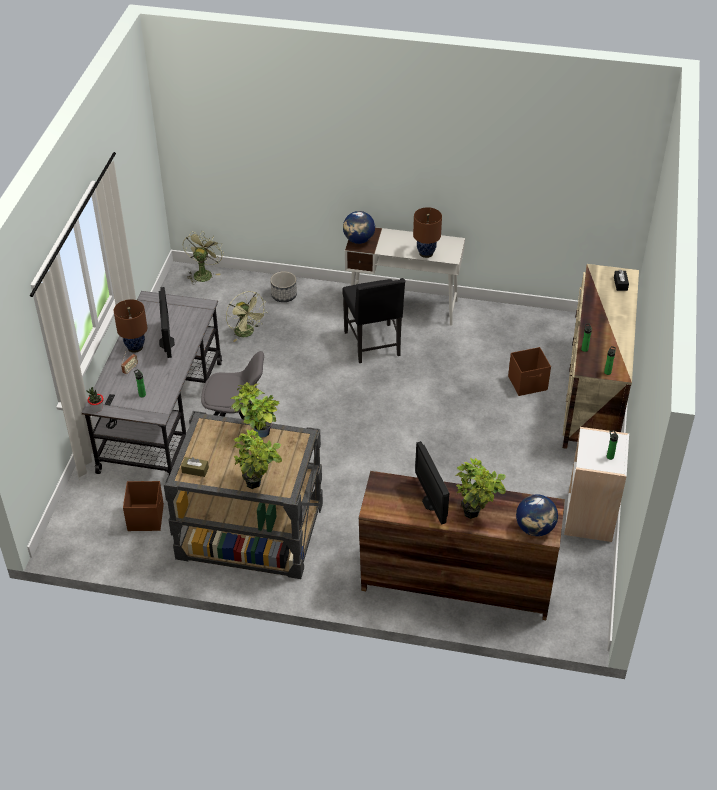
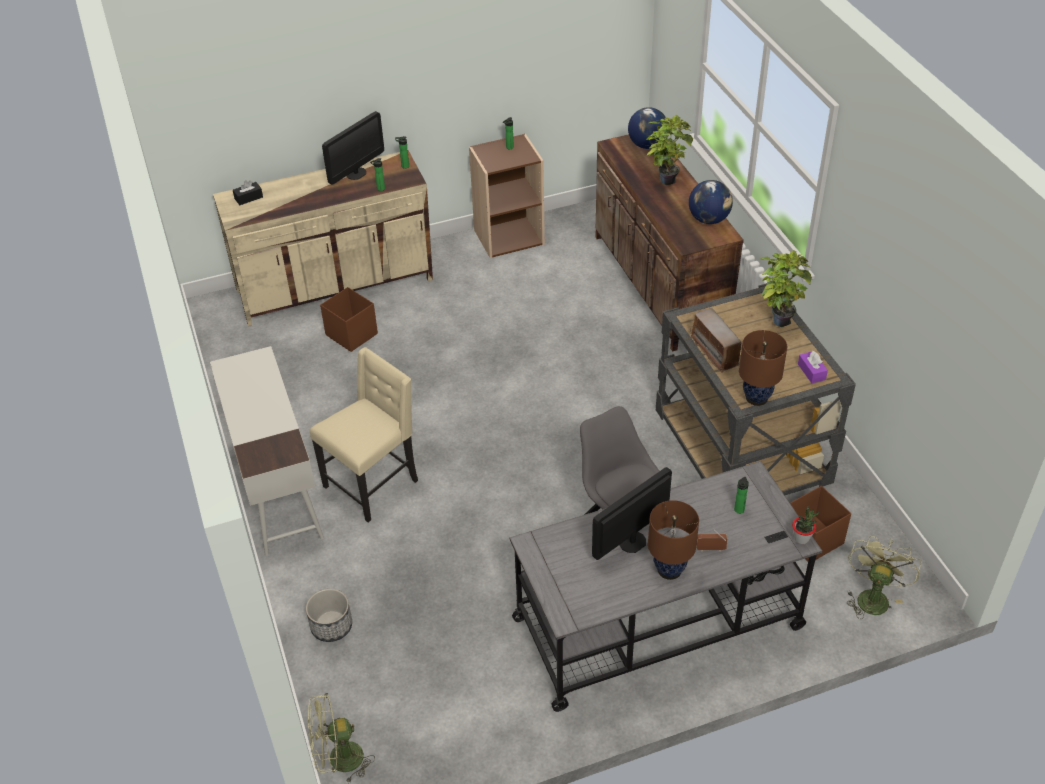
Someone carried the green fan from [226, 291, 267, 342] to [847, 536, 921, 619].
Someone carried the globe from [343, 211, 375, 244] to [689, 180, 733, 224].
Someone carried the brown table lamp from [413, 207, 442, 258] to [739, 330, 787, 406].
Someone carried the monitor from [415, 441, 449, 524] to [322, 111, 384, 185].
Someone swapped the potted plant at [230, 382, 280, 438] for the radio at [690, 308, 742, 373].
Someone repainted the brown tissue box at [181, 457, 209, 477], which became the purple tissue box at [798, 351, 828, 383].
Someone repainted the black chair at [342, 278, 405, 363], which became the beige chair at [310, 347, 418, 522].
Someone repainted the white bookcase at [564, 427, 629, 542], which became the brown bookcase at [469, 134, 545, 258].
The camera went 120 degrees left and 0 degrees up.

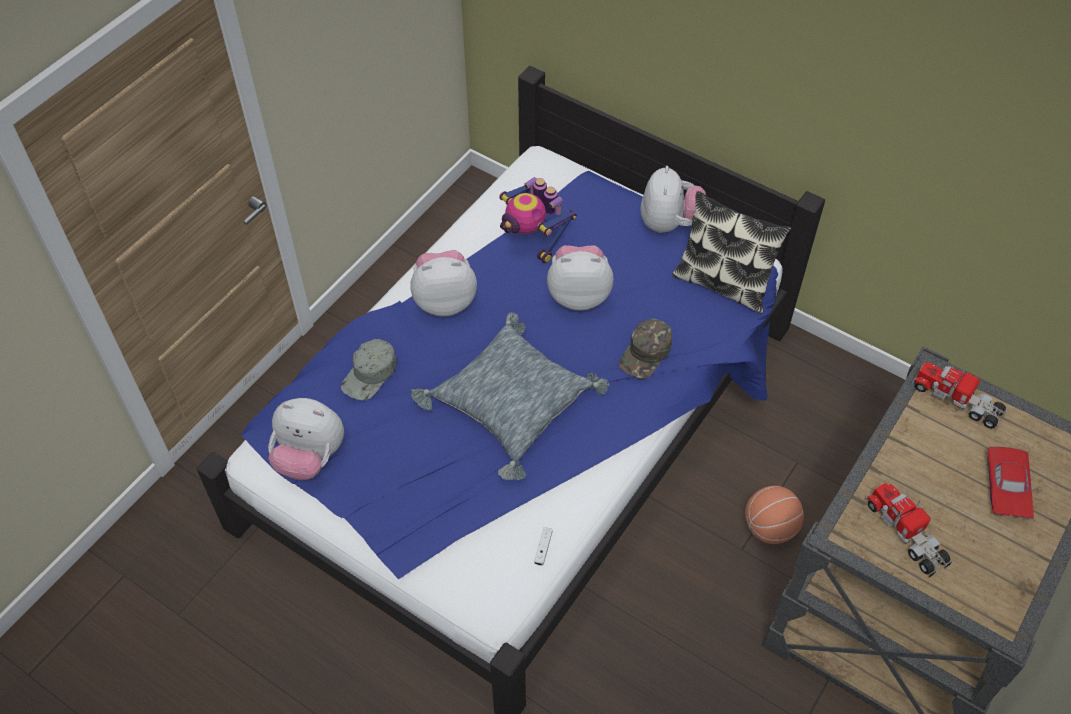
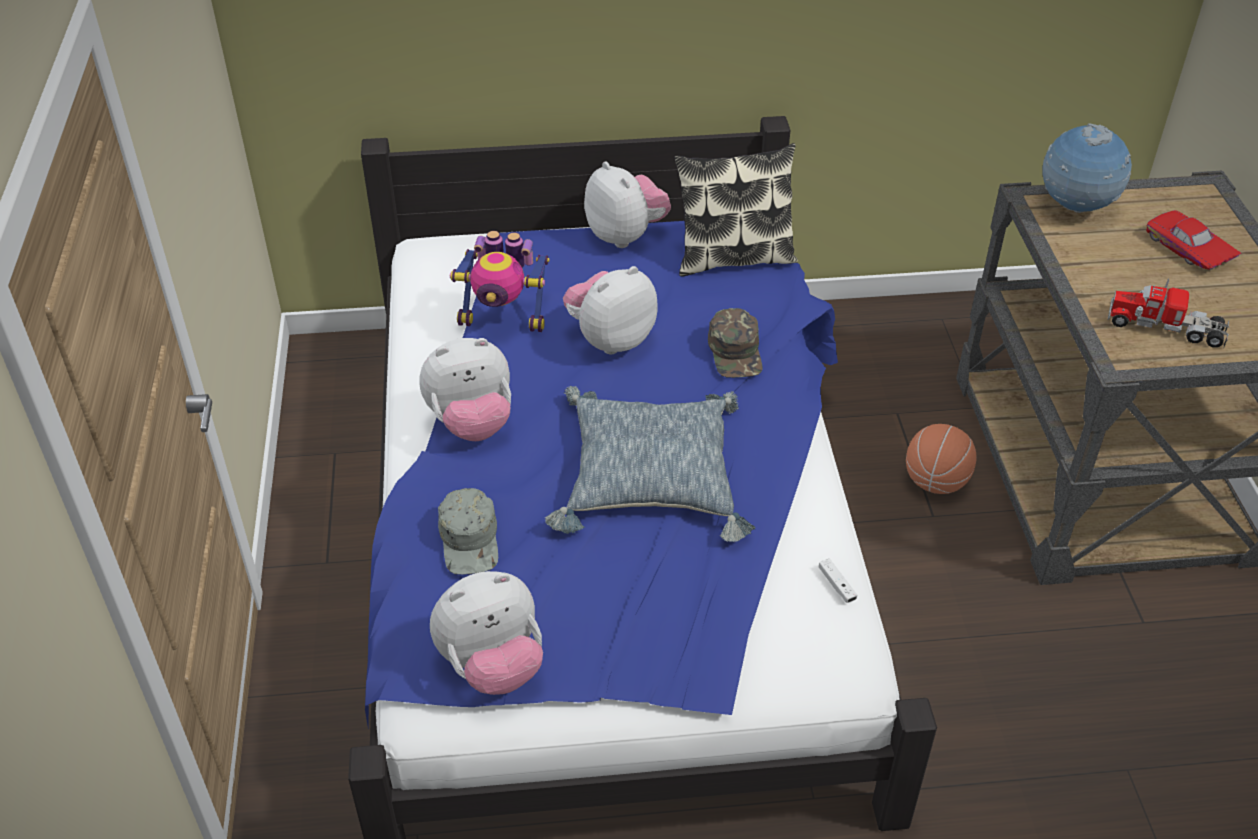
Someone swapped the toy truck at [912, 362, 1009, 429] for the globe at [1042, 123, 1132, 213].
Someone rotated the plush toy at [410, 250, 477, 317] by 150 degrees counterclockwise.
The camera went 40 degrees left and 10 degrees down.

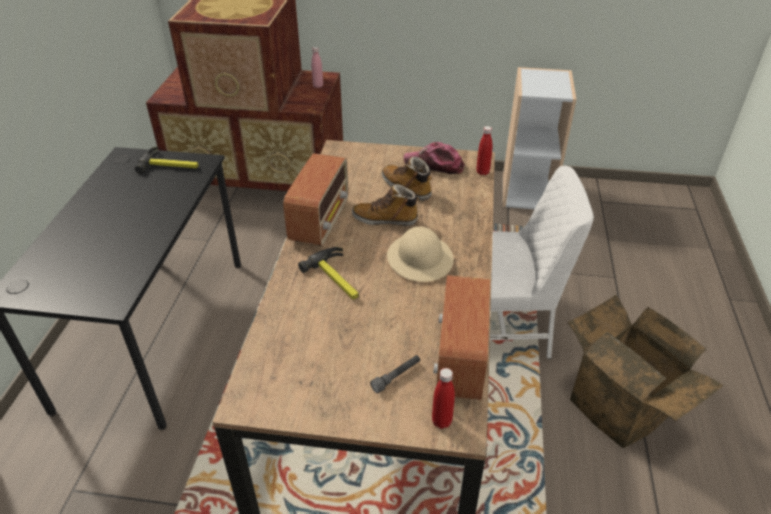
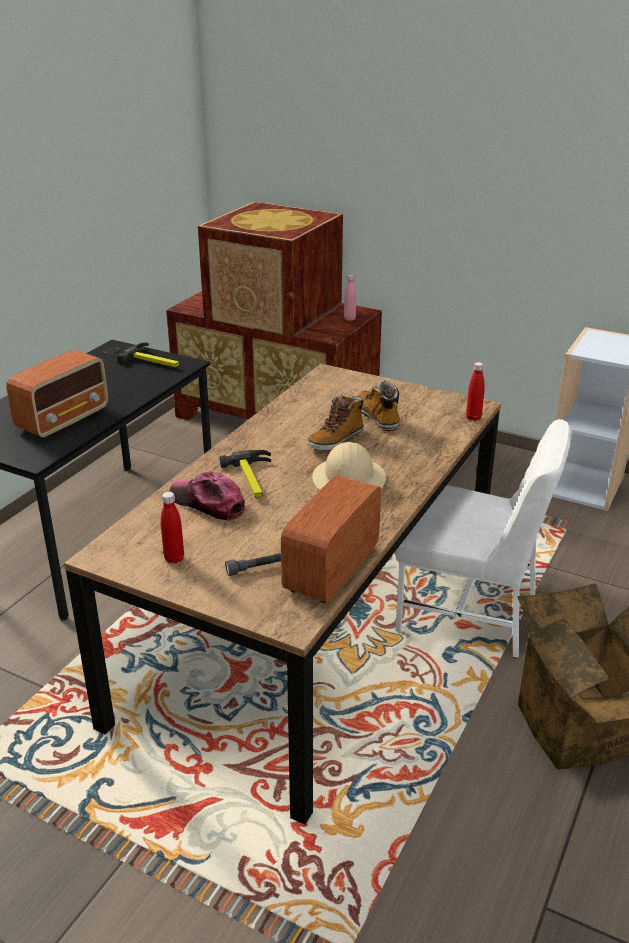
Someone carried the radio from [283, 153, 348, 246] to [6, 350, 108, 439].
Someone carried the cap from [404, 142, 464, 174] to [169, 471, 245, 521].
Someone carried the red bottle from [432, 368, 455, 429] to [161, 492, 184, 564].
Someone rotated the boot at [352, 184, 420, 226] by 75 degrees counterclockwise.
The camera went 20 degrees right and 10 degrees down.

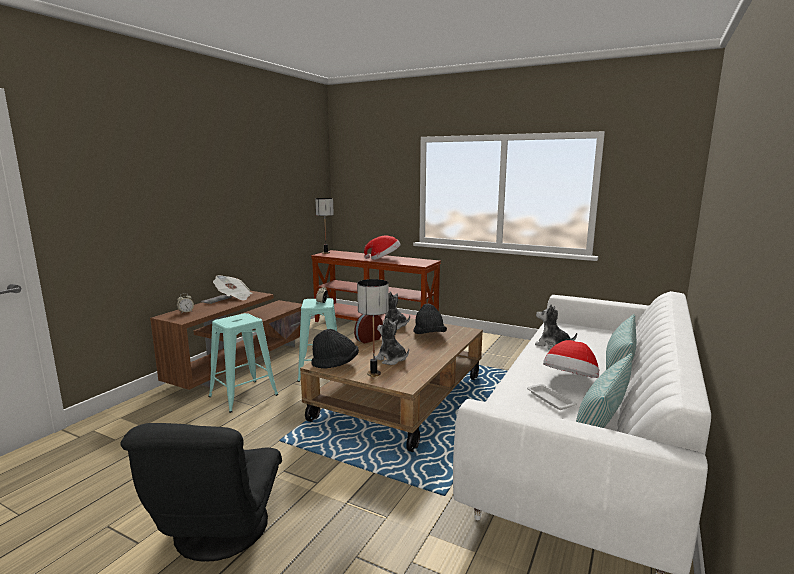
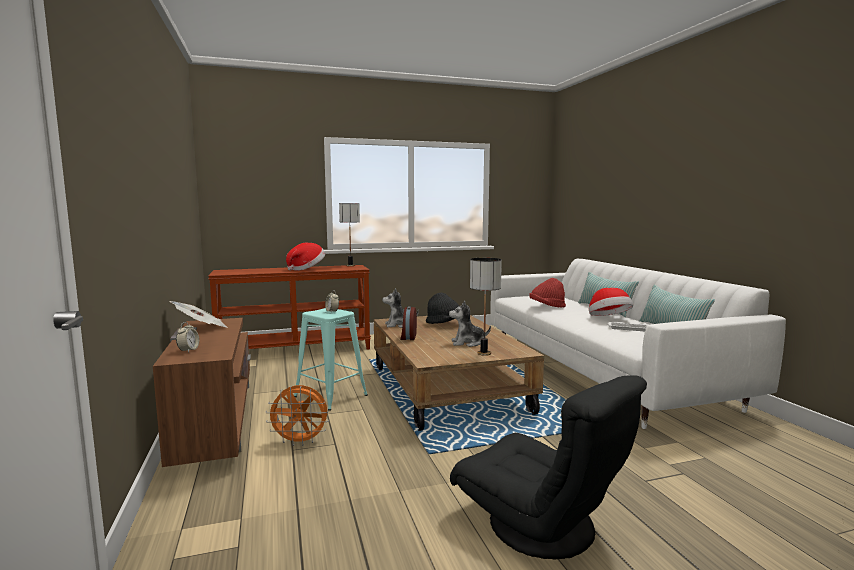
Someone took away the black hat at [311, 329, 359, 368].
Someone carried the table lamp from [315, 198, 334, 254] to [339, 203, 360, 266].
Someone swapped the turquoise stool at [209, 313, 278, 413] for the orange fan at [265, 385, 329, 446].
Someone swapped the plush toy at [535, 304, 577, 350] for the red hat at [529, 278, 566, 307].
The camera went 45 degrees left and 5 degrees down.

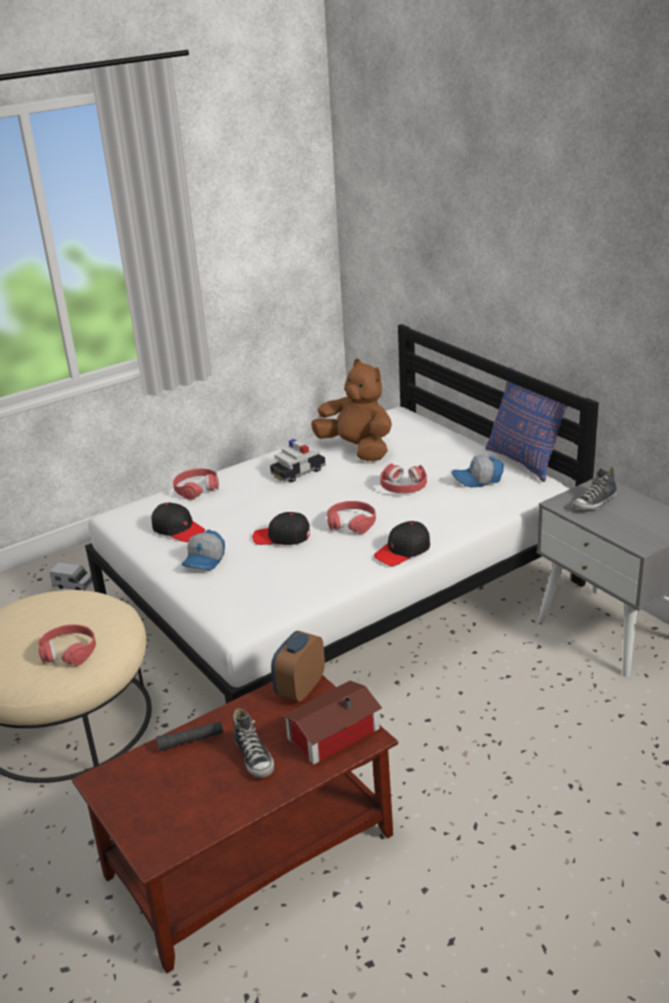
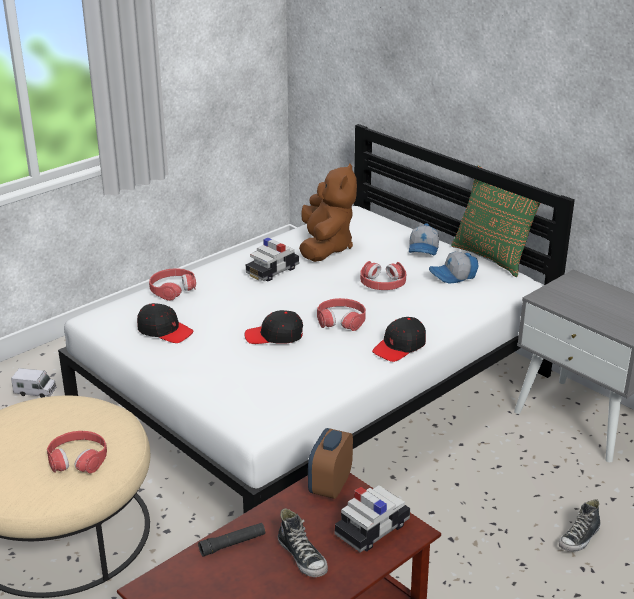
Someone carried the cap from [182, 530, 225, 570] to [409, 223, 439, 255].
Someone carried the shoe from [572, 467, 617, 510] to [559, 499, 601, 552].
Someone swapped the toy house at [281, 681, 382, 765] for the toy car at [335, 485, 410, 553].
Someone repainted the blue pillow at [485, 366, 567, 482], which became the green pillow at [451, 166, 540, 277].
Someone rotated the brown plush toy at [311, 359, 392, 461] by 60 degrees clockwise.
The camera went 10 degrees left and 0 degrees up.

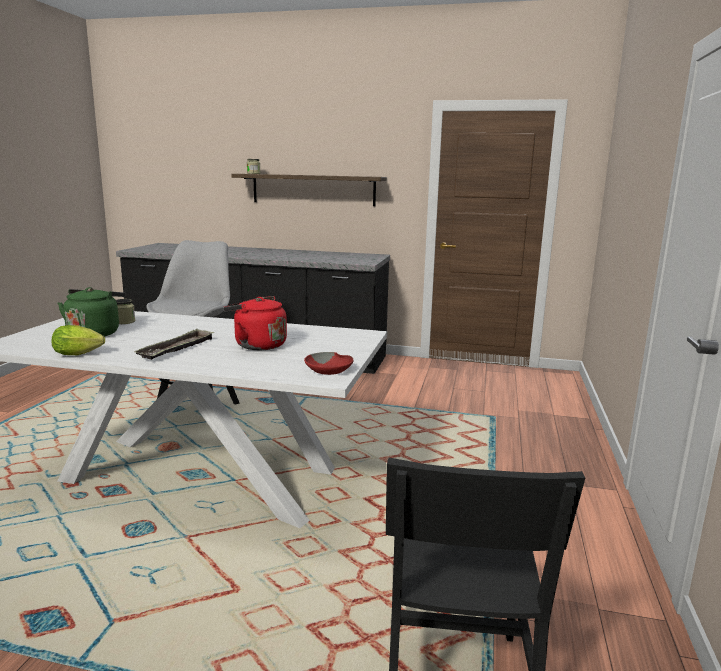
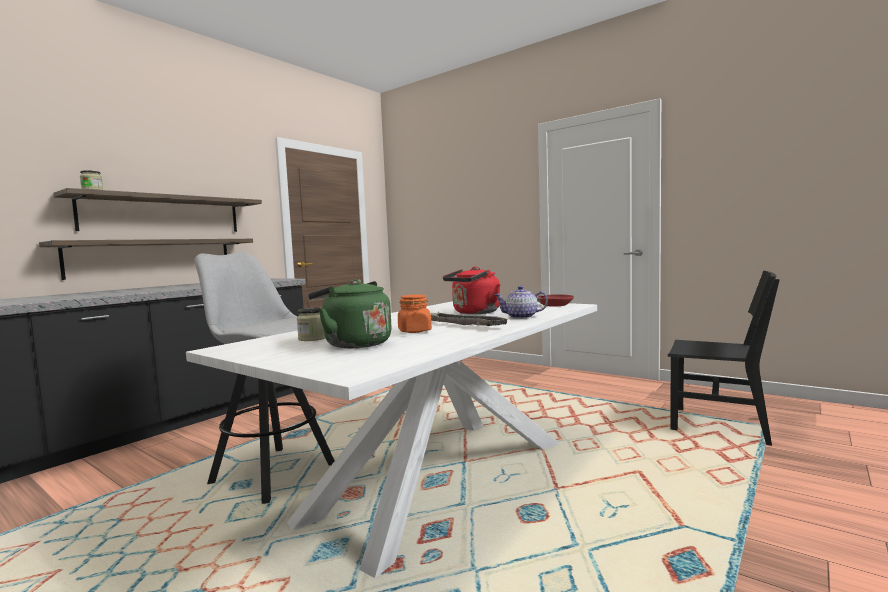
Someone took away the lettuce at [51, 325, 105, 355].
Someone put up the shelf at [39, 239, 253, 280].
Someone put down the orange jar at [398, 294, 432, 333].
Someone put down the teapot at [495, 286, 548, 319].
The camera went 65 degrees left and 10 degrees down.

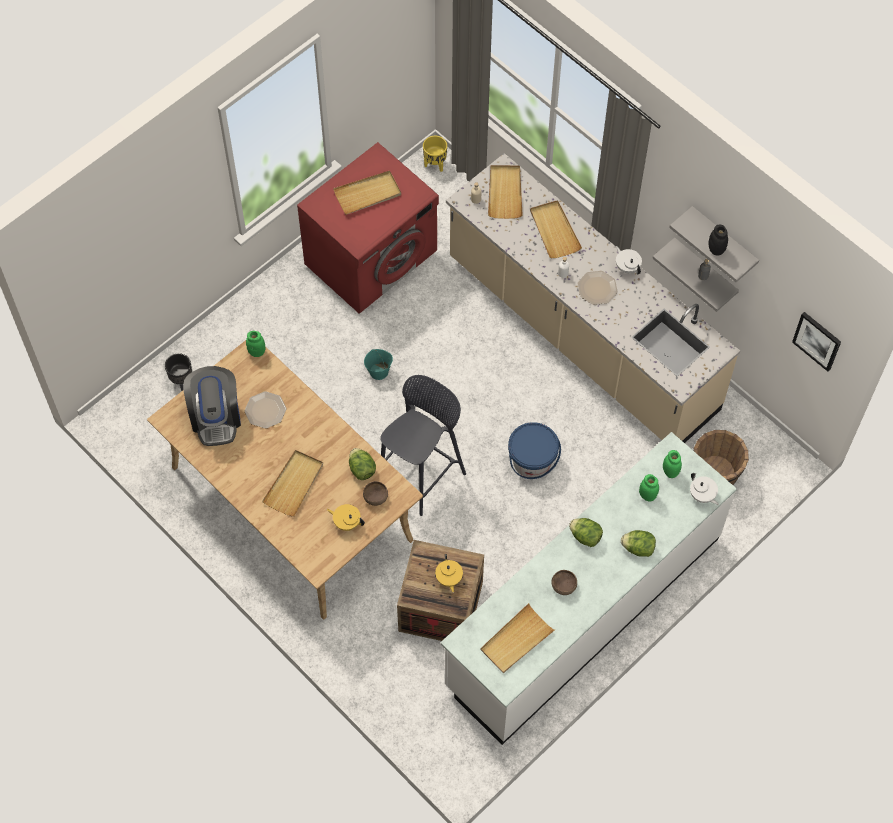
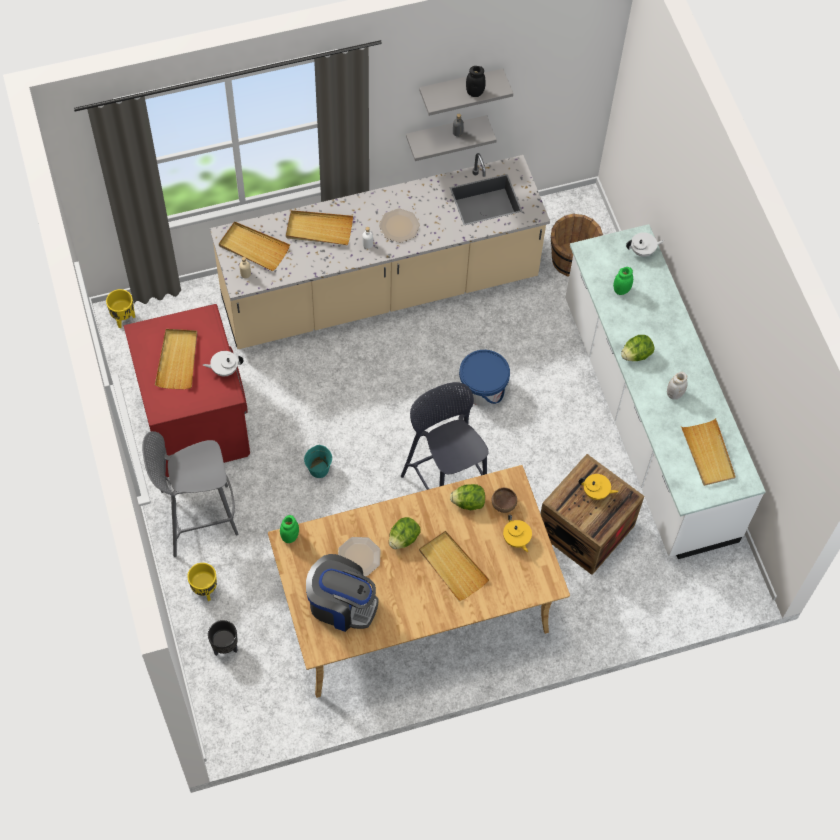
Someone took away the green jar at [663, 450, 682, 478].
Someone took away the picture at [792, 312, 841, 371].
Someone put down the grey stool at [142, 431, 238, 557].
Someone put down the yellow planter at [187, 563, 217, 601].
Someone carried the white teapot from [616, 246, 642, 274] to [203, 351, 244, 376].
Someone carried the lettuce from [621, 530, 656, 557] to [389, 517, 421, 549].
Someone swapped the brown bowl at [551, 570, 577, 595] for the white jar at [667, 372, 688, 400].
Someone rotated the yellow teapot at [327, 504, 365, 531] by 75 degrees counterclockwise.
The camera went 65 degrees left and 0 degrees up.

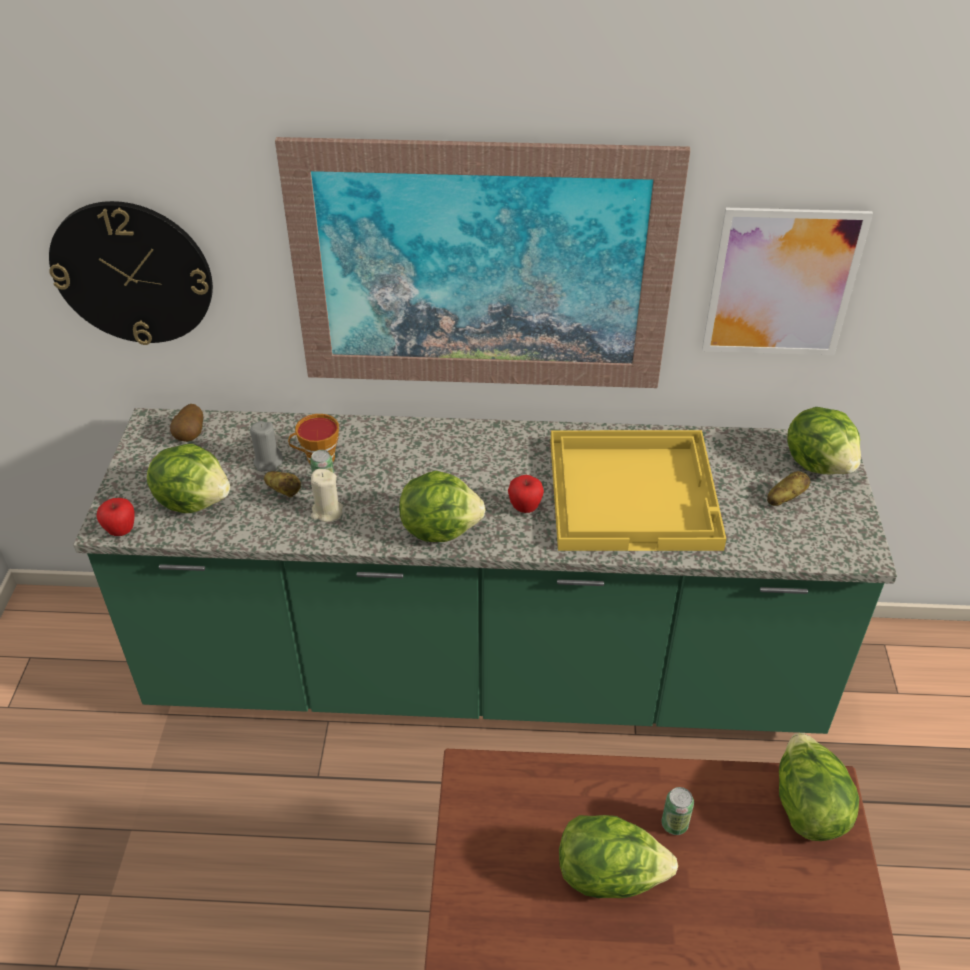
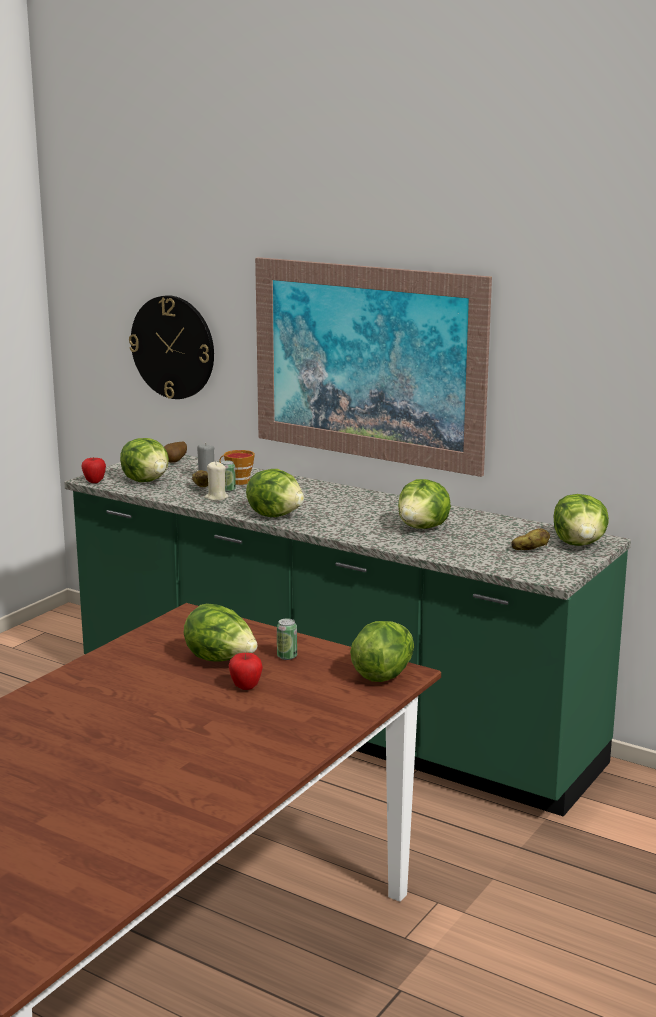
Someone took away the picture at [702, 208, 873, 355].
Someone carried the apple from [508, 475, 544, 513] to [228, 653, 263, 690].
Someone swapped the yellow tray at [550, 430, 726, 551] for the lettuce at [398, 479, 451, 529].
The camera went 30 degrees right and 25 degrees down.

